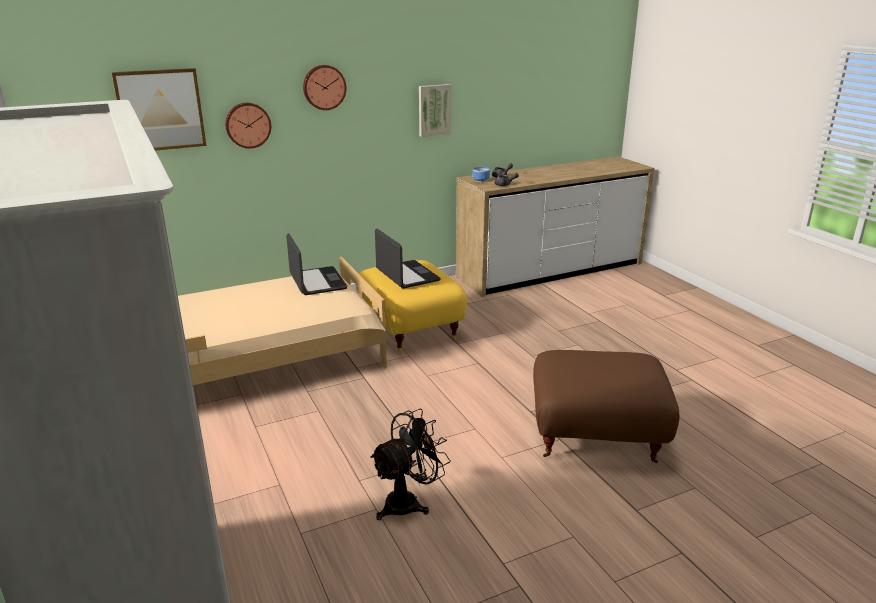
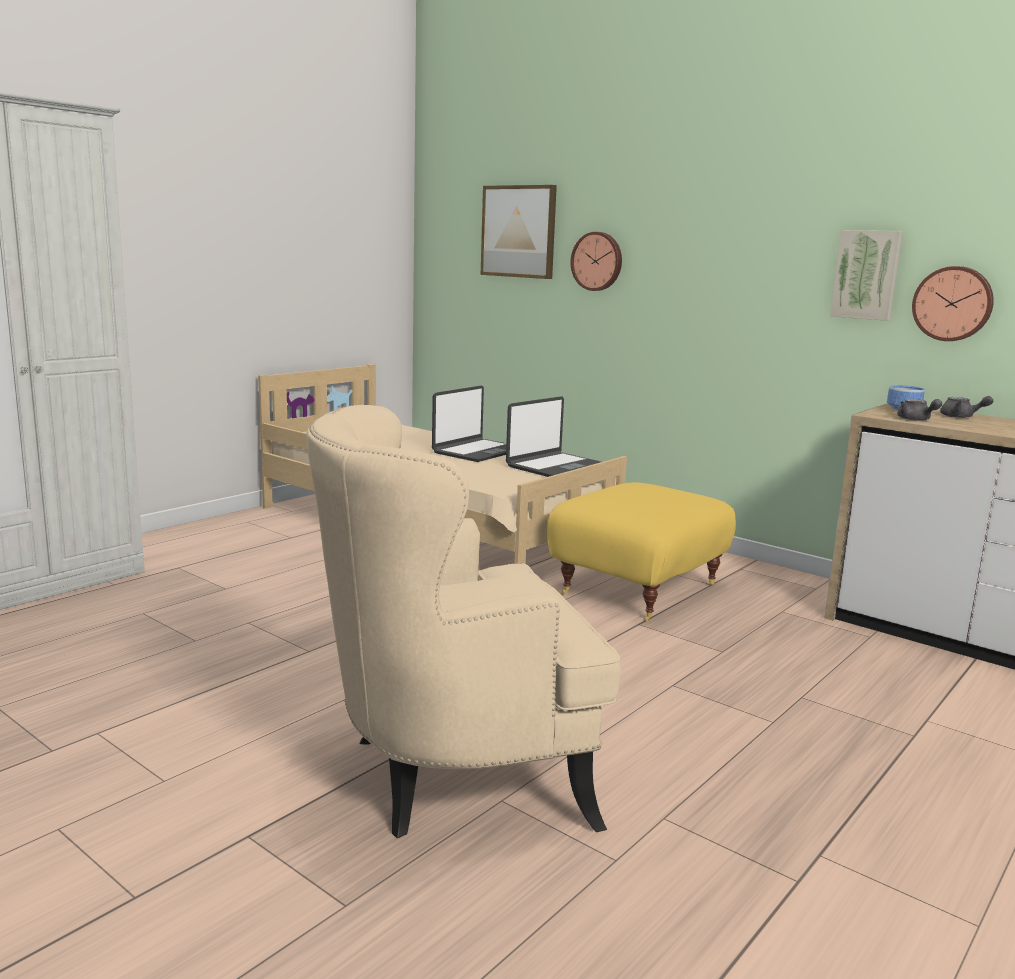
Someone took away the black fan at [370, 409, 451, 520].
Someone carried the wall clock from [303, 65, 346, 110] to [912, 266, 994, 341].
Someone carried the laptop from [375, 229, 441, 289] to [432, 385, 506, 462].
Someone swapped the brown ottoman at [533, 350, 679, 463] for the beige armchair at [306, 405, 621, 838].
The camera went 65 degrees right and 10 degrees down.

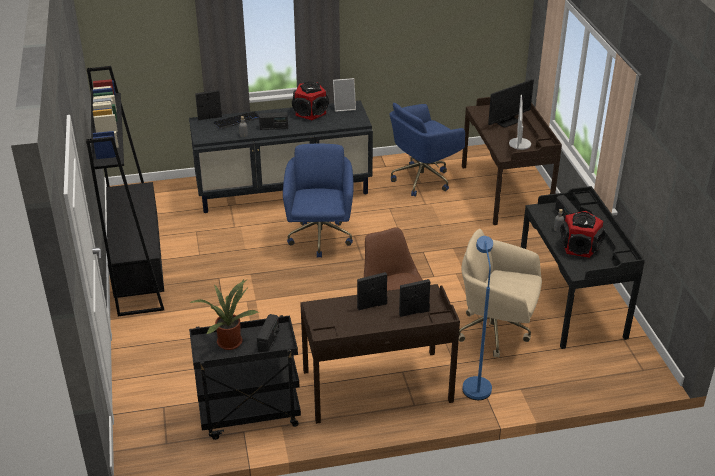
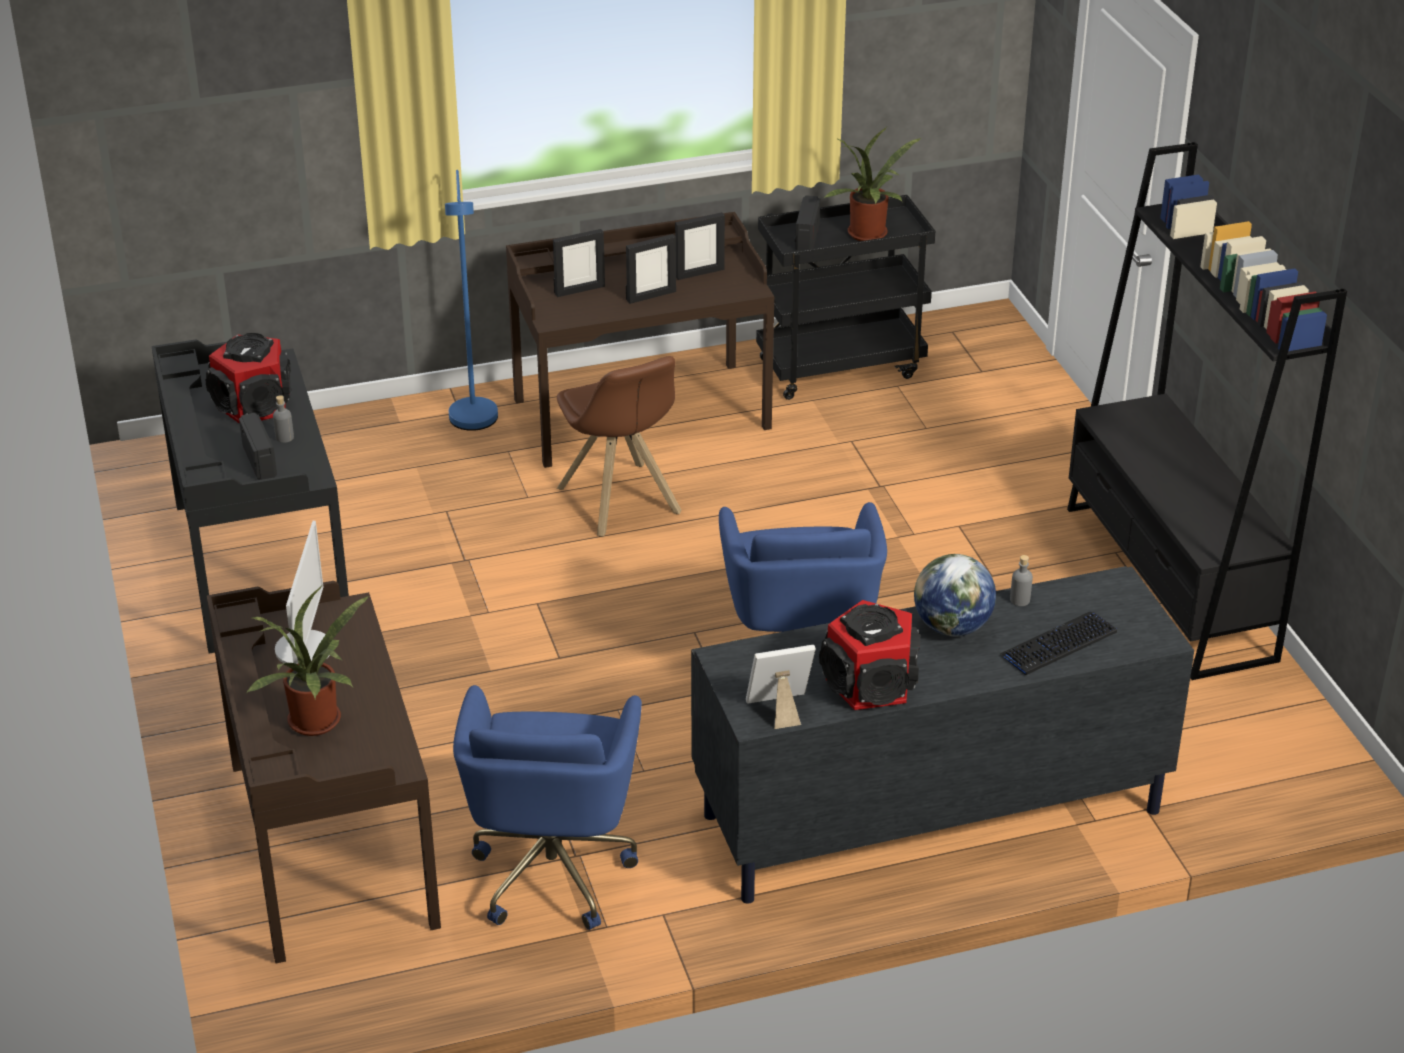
Someone took away the beige office chair at [459, 229, 542, 357].
Someone carried the picture frame from [195, 90, 222, 120] to [675, 212, 725, 280].
Someone swapped the radio at [259, 112, 288, 130] for the globe at [914, 554, 996, 636].
Someone swapped the monitor at [488, 79, 534, 127] for the potted plant at [246, 586, 369, 736].
Someone rotated the blue office chair at [390, 103, 465, 197] by 135 degrees clockwise.
The camera went 175 degrees right and 0 degrees up.

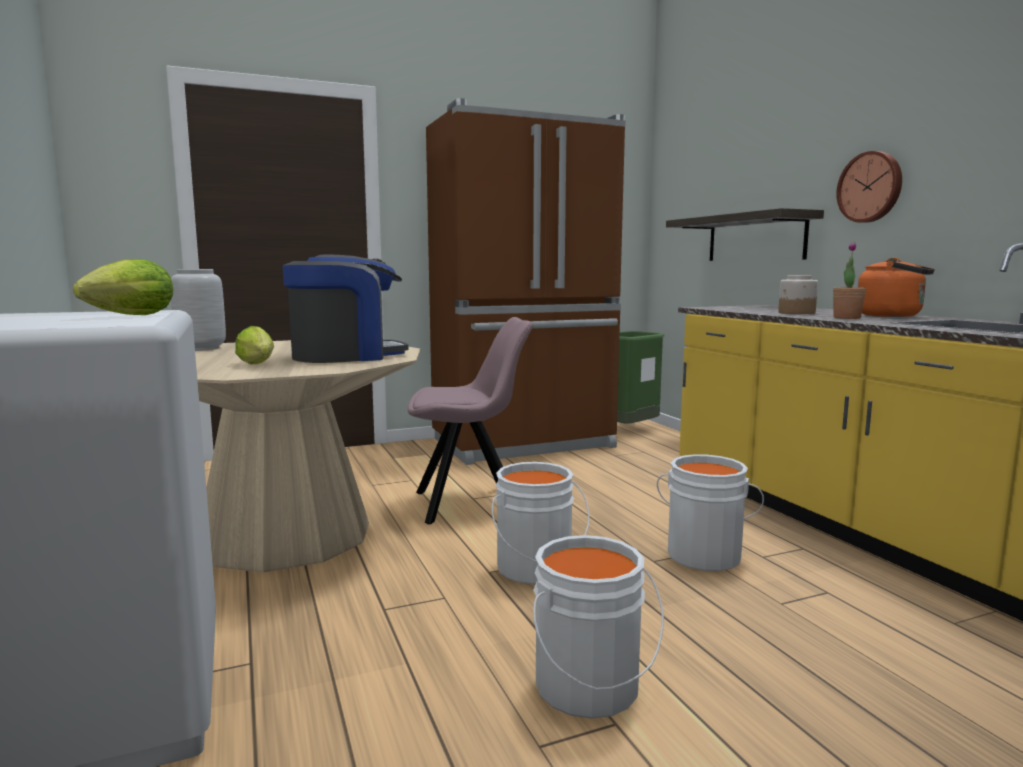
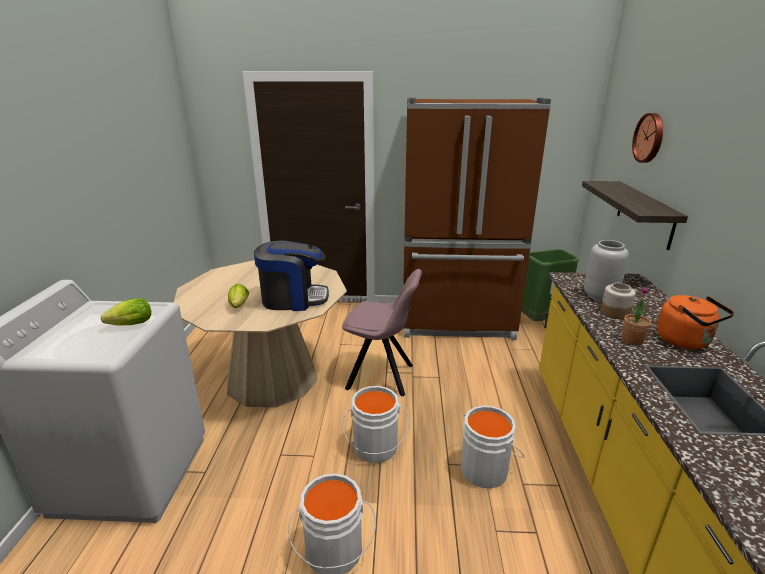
Someone carried the grey vase from [171, 269, 226, 351] to [584, 240, 629, 301].
Someone carried the wall clock from [836, 151, 902, 223] to [632, 113, 663, 163].
The camera went 25 degrees right and 15 degrees up.

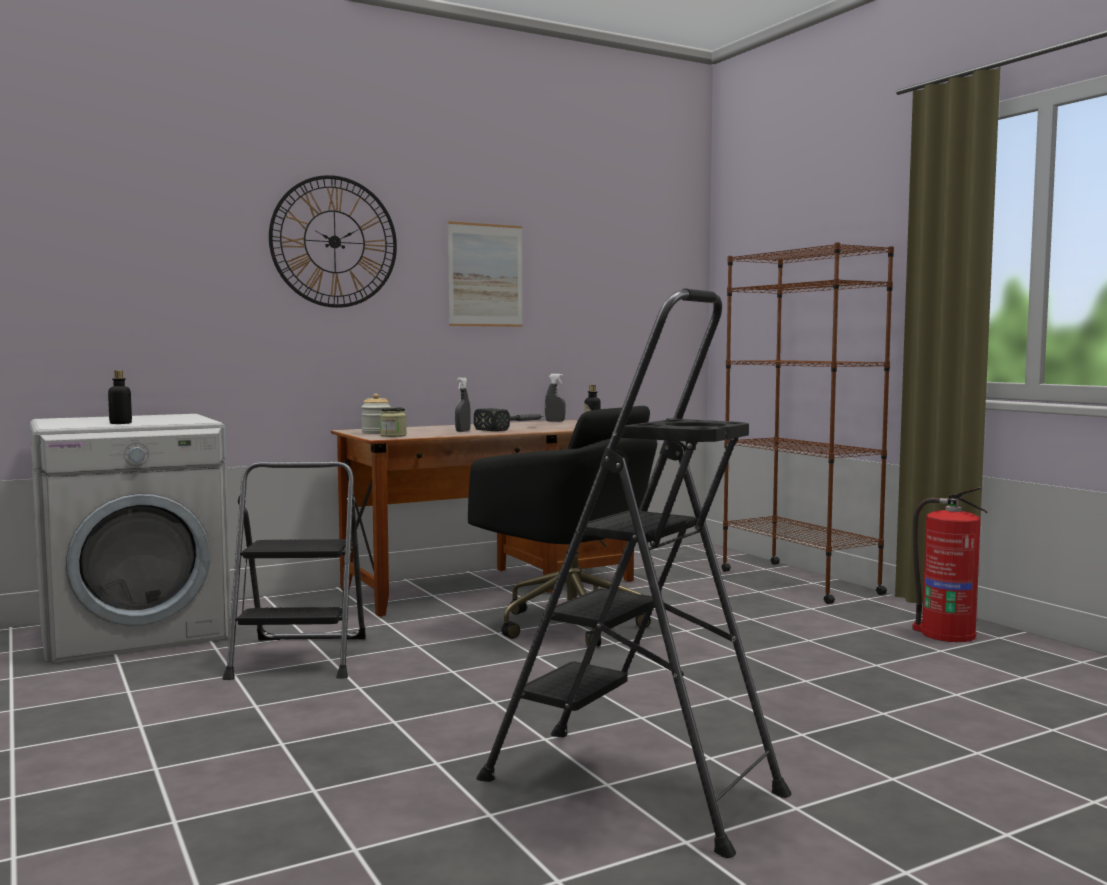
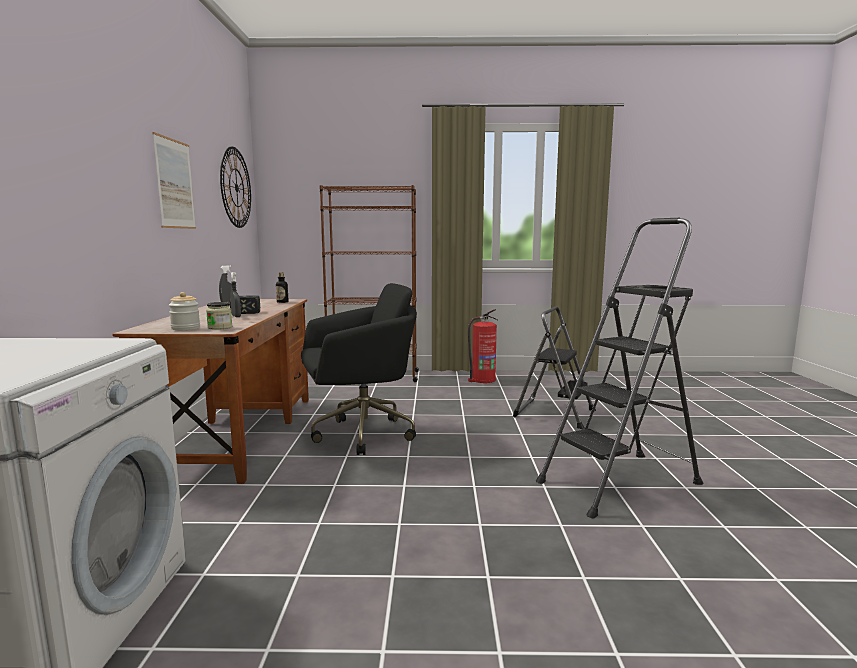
Someone took away the bottle at [108, 370, 132, 424].
Someone carried the black step ladder from [222, 462, 366, 680] to [513, 307, 596, 429].
Someone carried the wall clock from [269, 175, 397, 308] to [220, 147, 251, 228].
The camera went 60 degrees left and 5 degrees up.

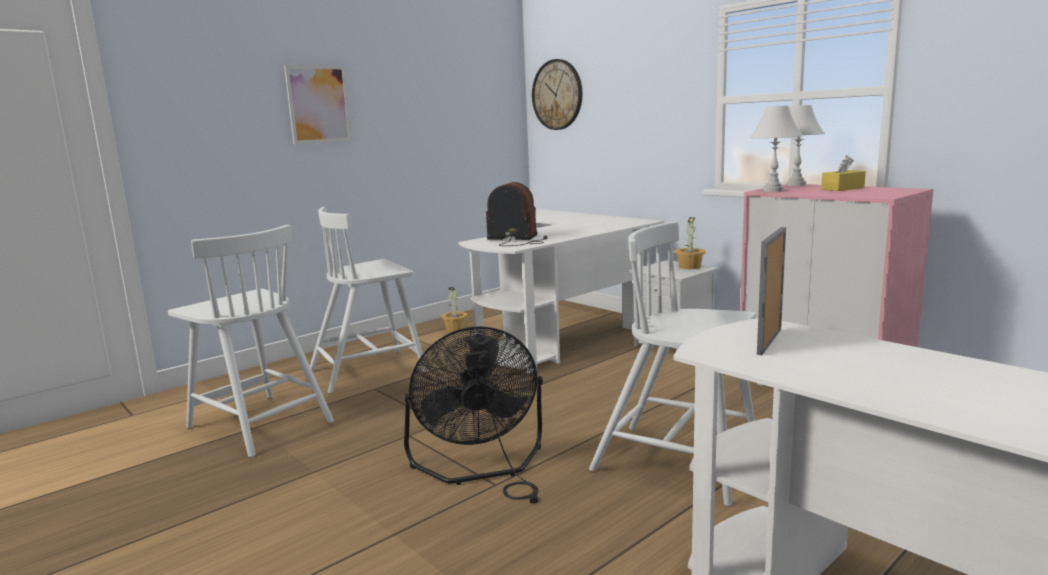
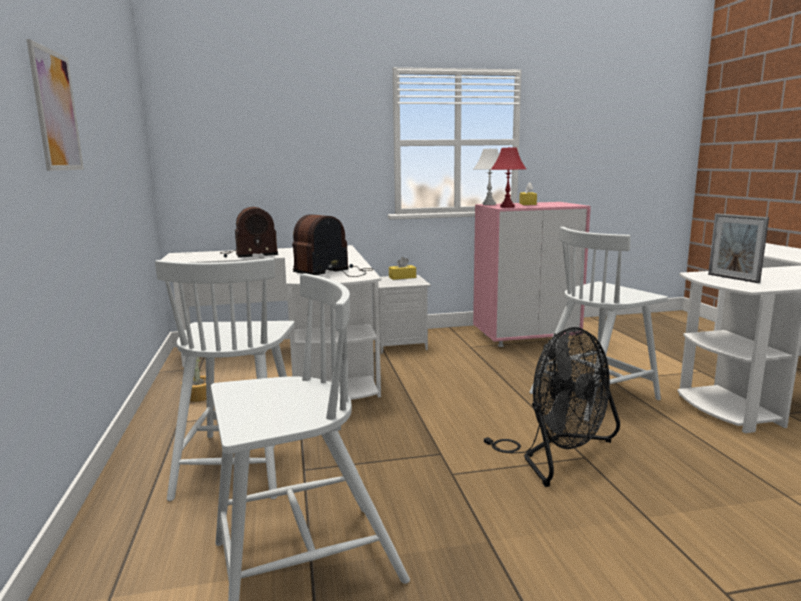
Someone took away the wall clock at [532, 59, 582, 130].
Someone put down the radio at [220, 207, 278, 258].
Someone swapped the potted plant at [675, 217, 706, 269] for the yellow tissue box at [389, 257, 416, 280].
Someone repainted the white table lamp at [749, 105, 803, 192], which became the red table lamp at [491, 147, 526, 208].
Someone rotated the black fan at [404, 327, 543, 503] by 150 degrees counterclockwise.
The camera went 60 degrees left and 0 degrees up.

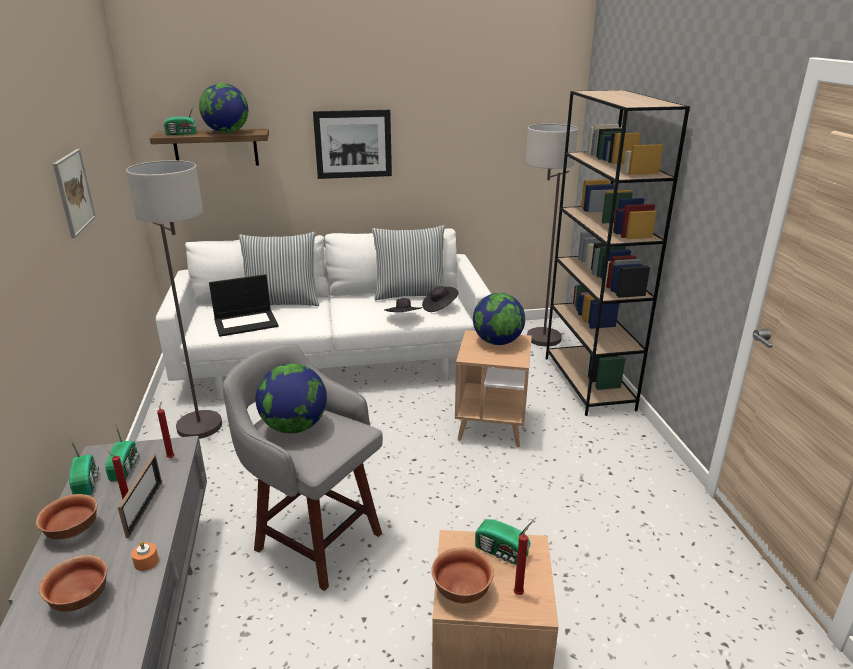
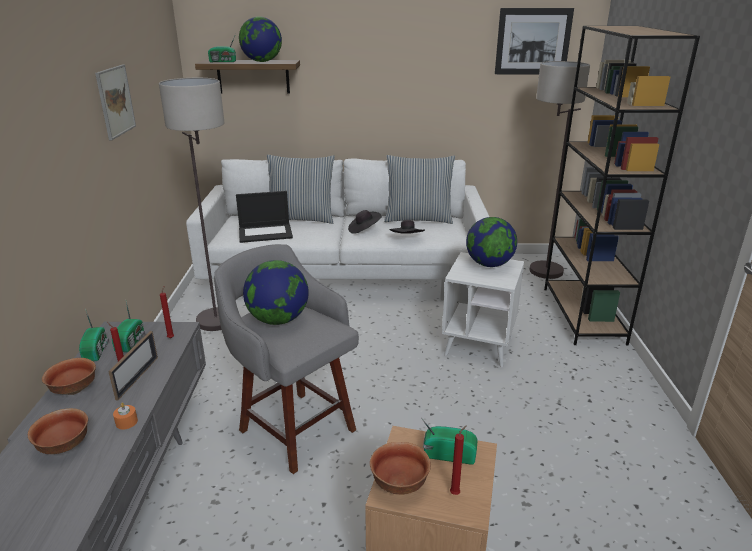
Someone carried the picture from [313, 109, 392, 179] to [495, 8, 574, 74].
Someone carried the black hat from [422, 286, 459, 312] to [348, 210, 382, 234].
Someone repainted the brown side table at [455, 330, 532, 448], which became the white side table at [442, 252, 524, 367].
Someone rotated the radio at [475, 516, 537, 565] by 150 degrees clockwise.
The camera went 10 degrees right and 0 degrees up.

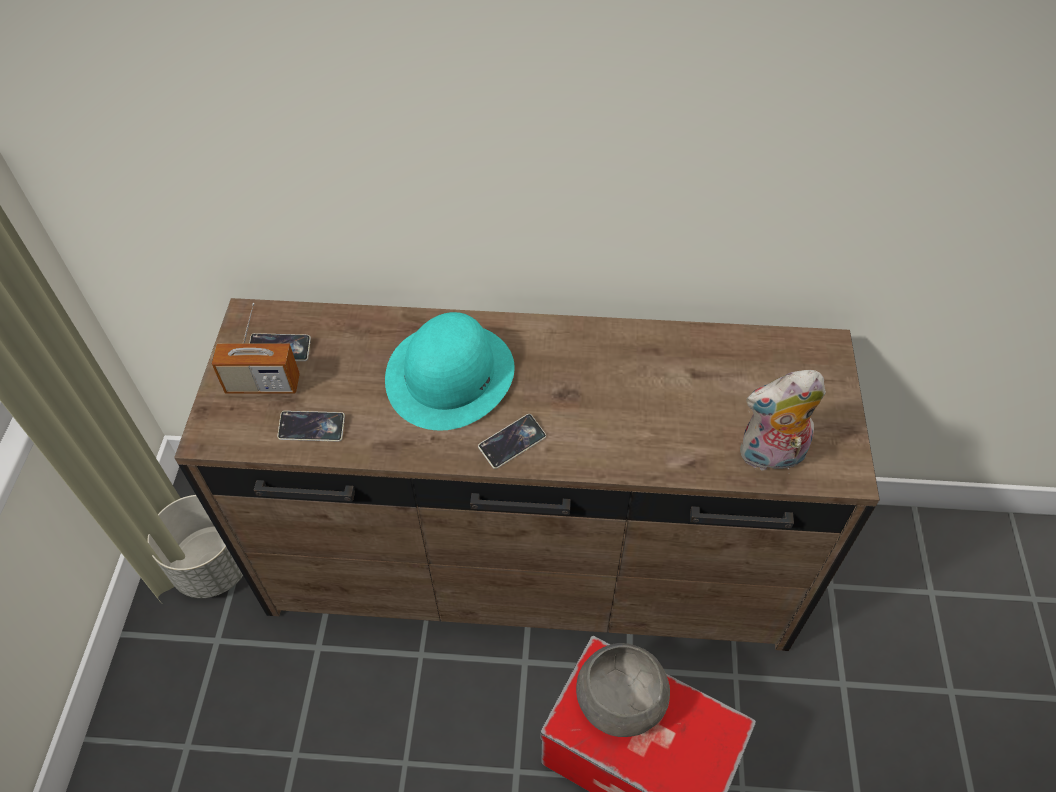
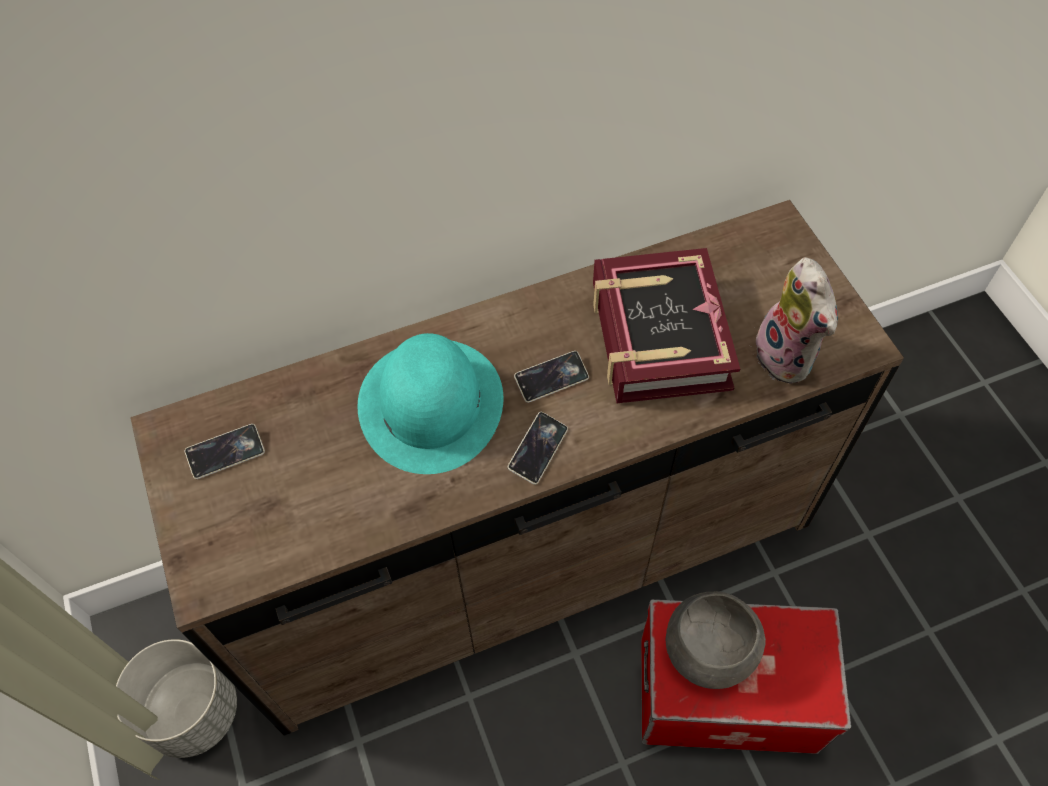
Someone took away the radio at [212, 303, 300, 394].
Someone put down the book at [593, 248, 740, 403].
Someone carried the phone from [278, 411, 345, 441] to [514, 351, 589, 403].
Someone rotated the plush toy at [740, 370, 826, 470] by 75 degrees counterclockwise.
The camera went 25 degrees left and 5 degrees up.

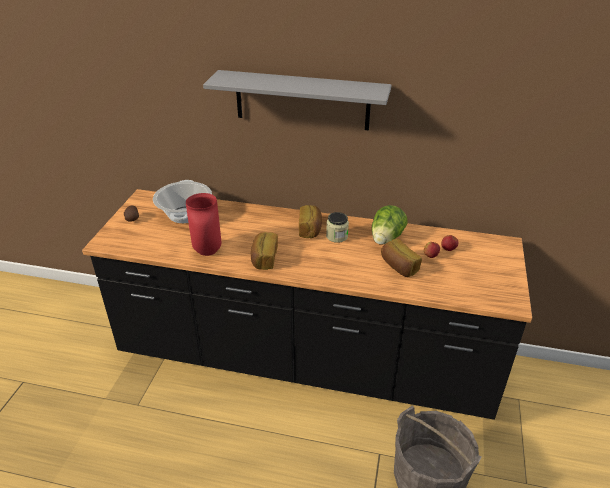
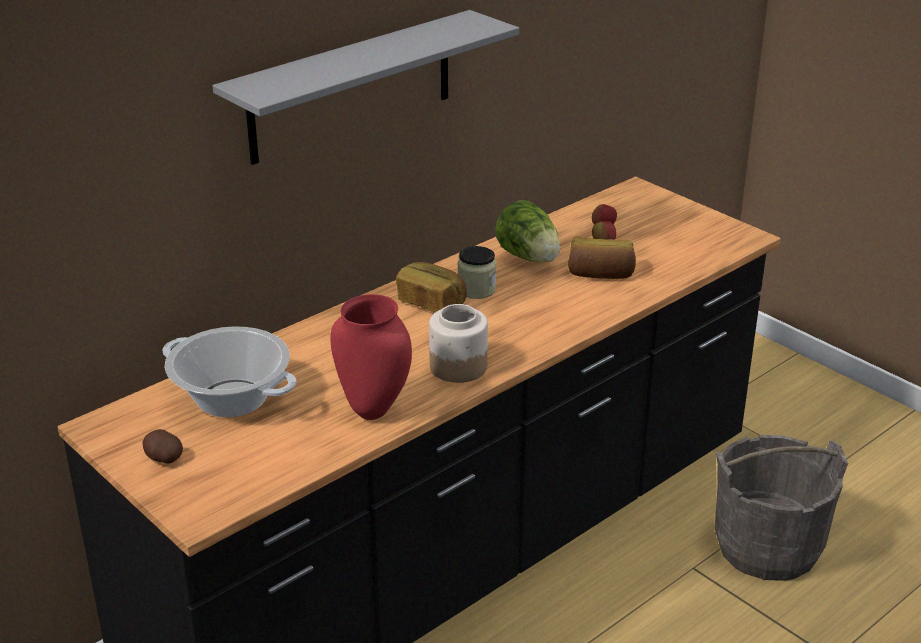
Someone swapped the bread at [251, 232, 278, 270] for the jar at [429, 304, 488, 383].
The camera went 55 degrees left and 5 degrees down.

